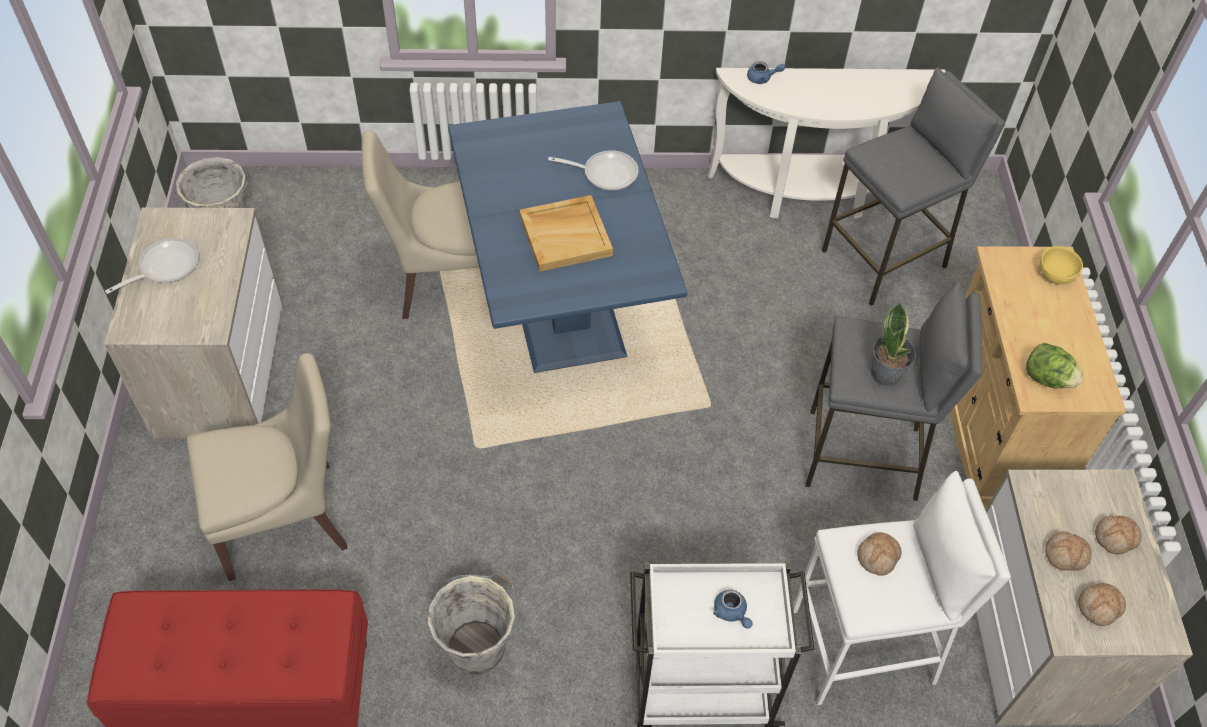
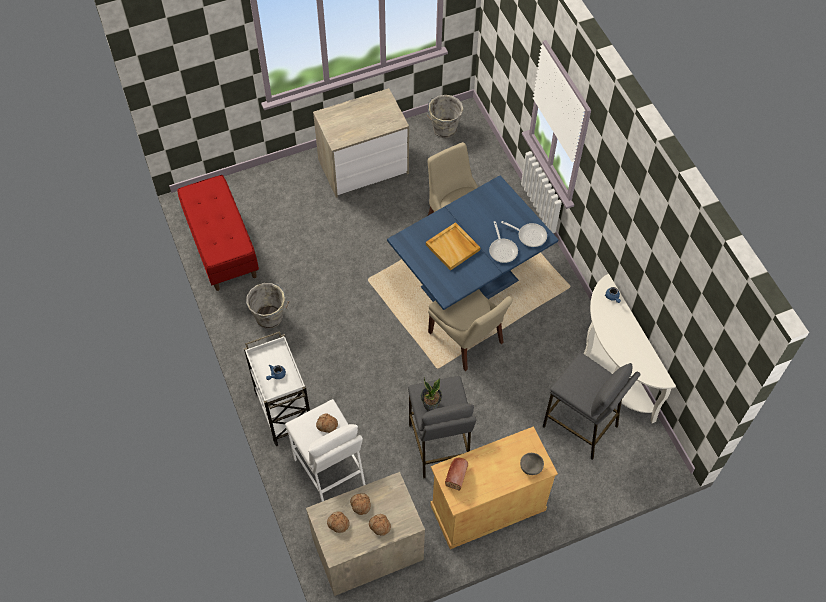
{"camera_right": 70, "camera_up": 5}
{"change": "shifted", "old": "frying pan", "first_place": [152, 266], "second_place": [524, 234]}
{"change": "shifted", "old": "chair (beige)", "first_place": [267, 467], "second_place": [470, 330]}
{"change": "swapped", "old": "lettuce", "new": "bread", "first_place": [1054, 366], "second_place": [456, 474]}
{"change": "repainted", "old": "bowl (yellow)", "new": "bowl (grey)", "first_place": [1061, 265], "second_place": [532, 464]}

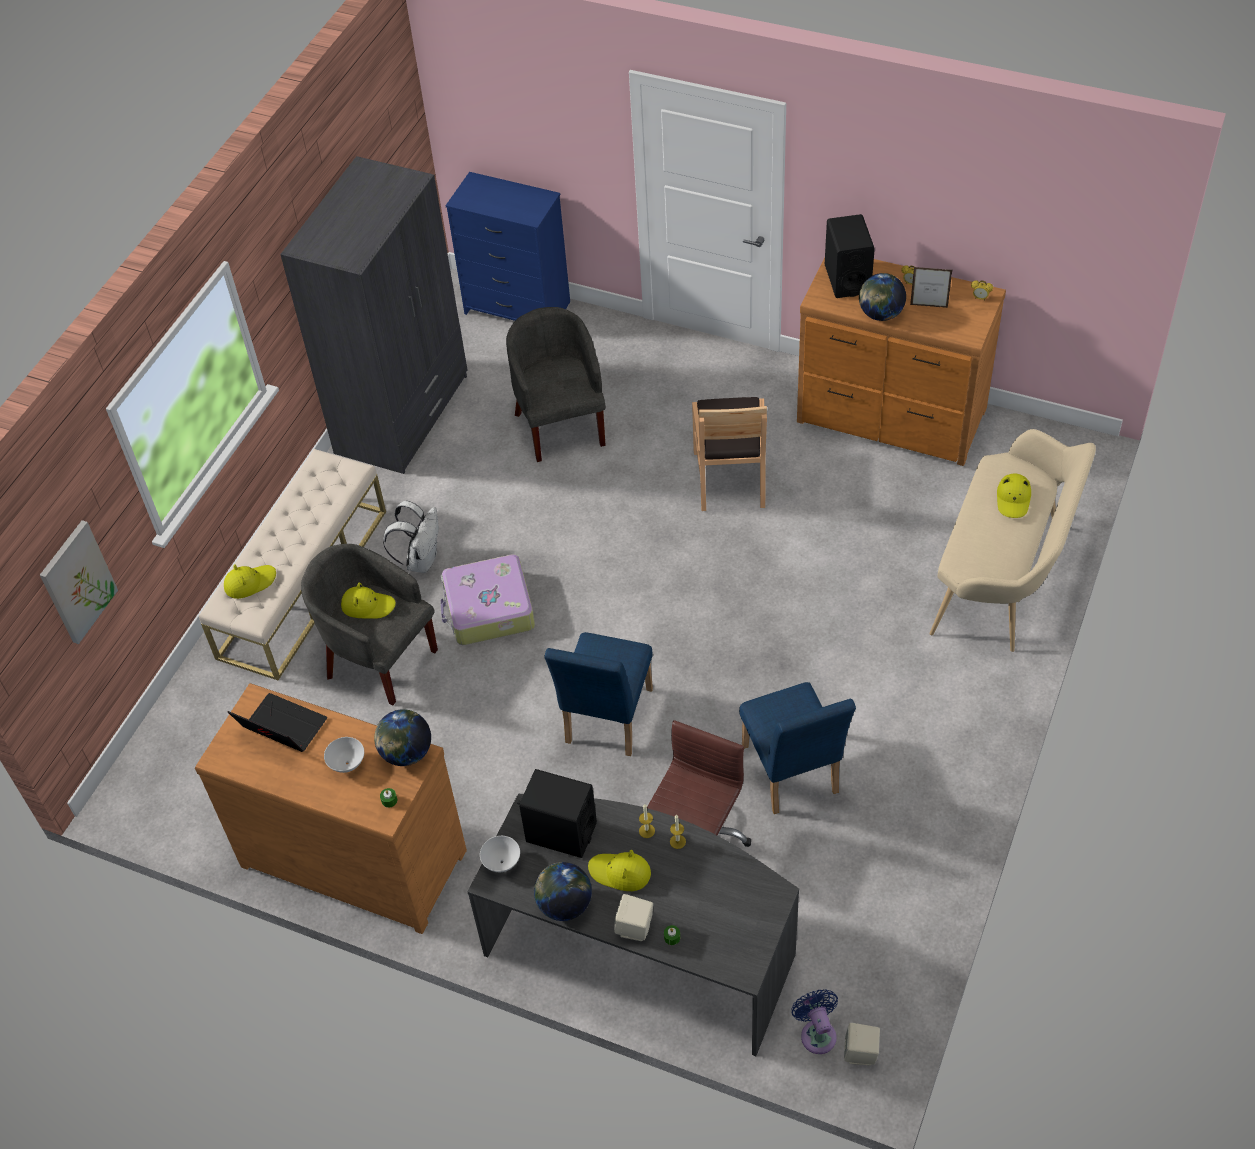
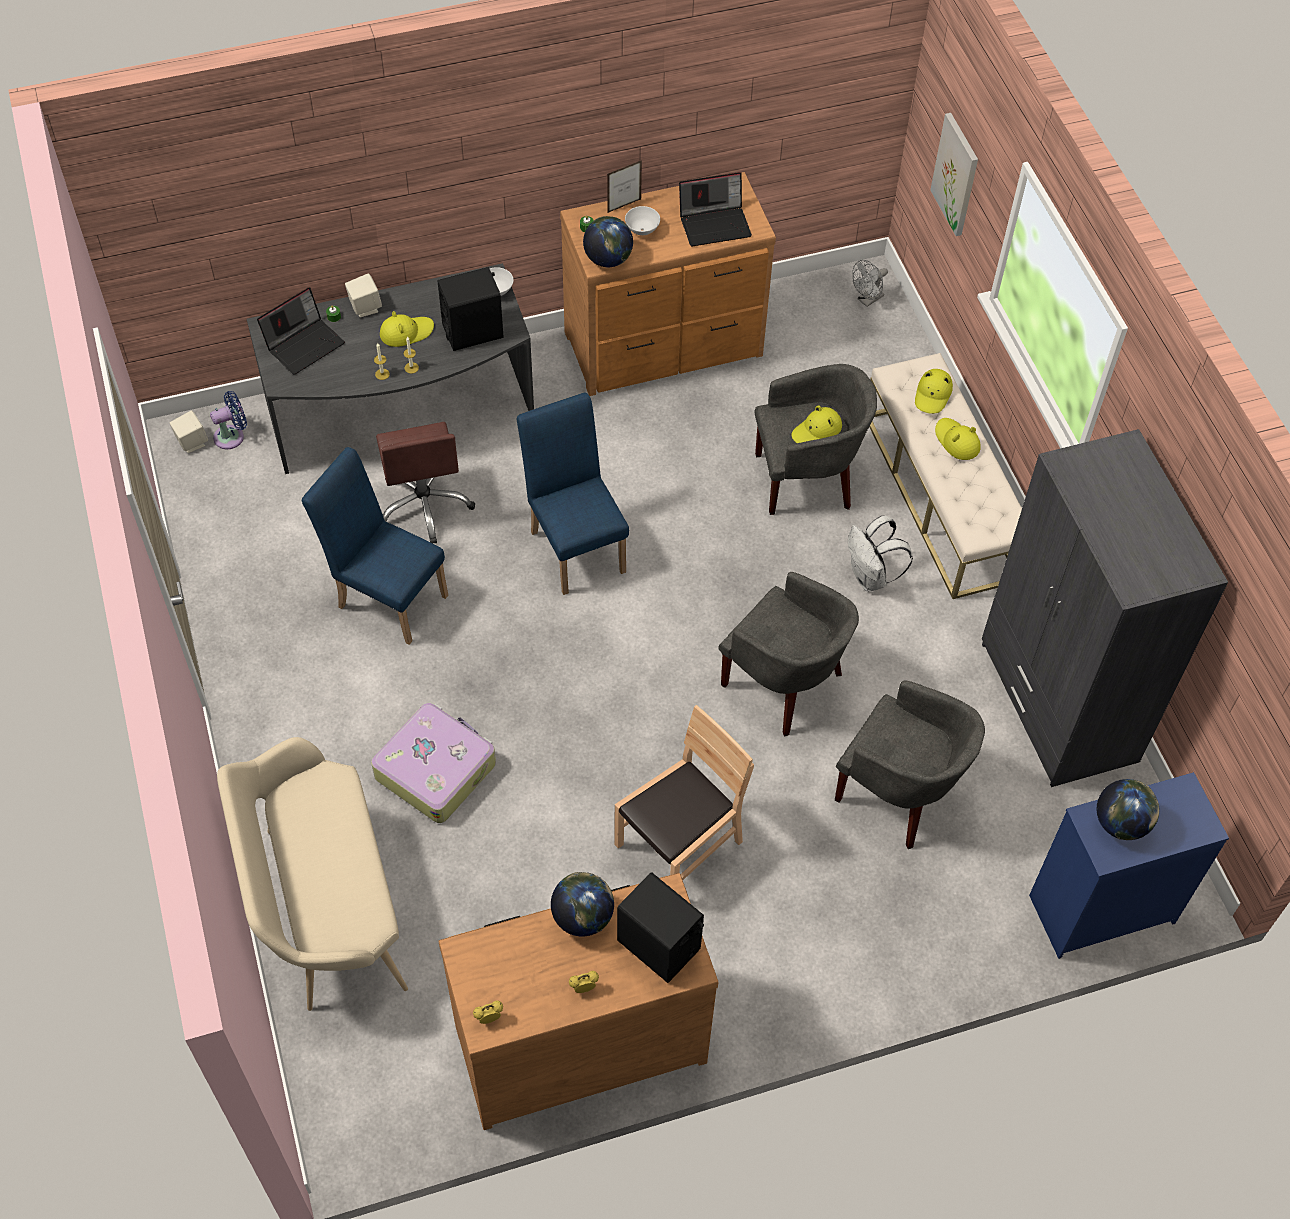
{"camera_right": 135, "camera_up": 5}
{"change": "shifted", "old": "suitcase", "first_place": [487, 599], "second_place": [433, 763]}
{"change": "shifted", "old": "globe", "first_place": [563, 891], "second_place": [1128, 809]}
{"change": "rotated", "old": "chair (brown)", "first_place": [729, 454], "second_place": [684, 792], "degrees": 90}
{"change": "rotated", "old": "fan (blue)", "first_place": [814, 1021], "second_place": [228, 420], "degrees": -60}
{"change": "shifted", "old": "picture frame", "first_place": [931, 287], "second_place": [624, 186]}
{"change": "shifted", "old": "hat (yellow)", "first_place": [1014, 496], "second_place": [957, 439]}
{"change": "new", "new": "laptop", "second_place": [301, 331]}
{"change": "new", "new": "armchair (grey)", "second_place": [788, 654]}
{"change": "new", "new": "fan (grey)", "second_place": [870, 283]}

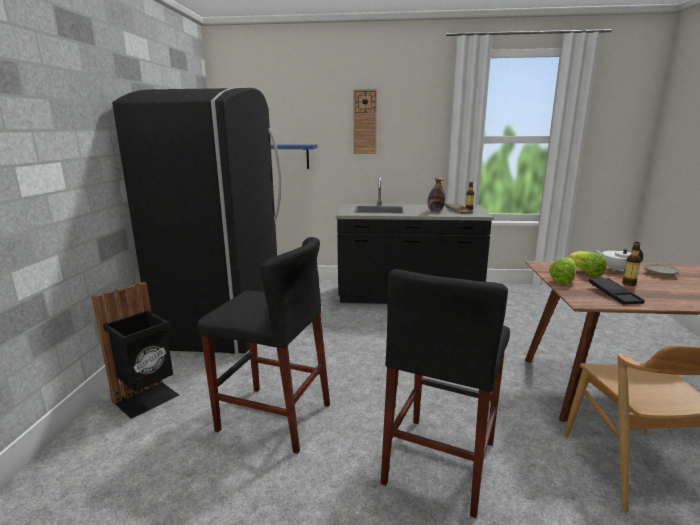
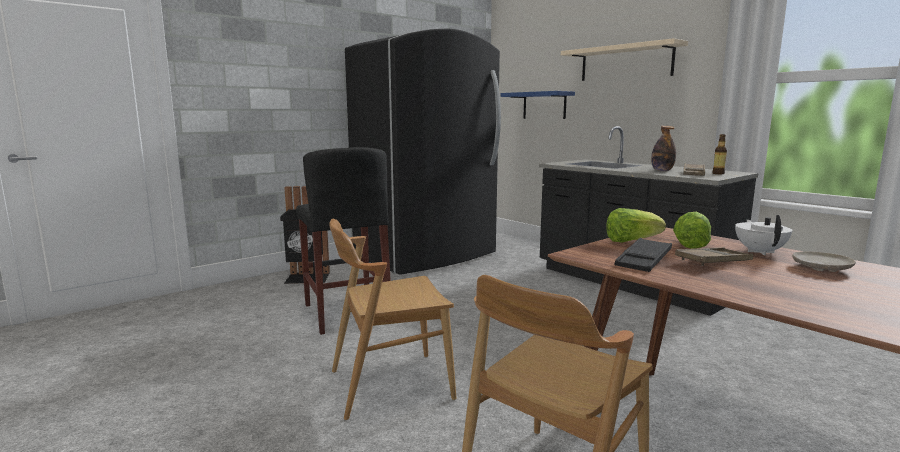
{"camera_right": 45, "camera_up": -5}
{"change": "swapped", "old": "wall clock", "new": "shelf (beige)", "first_place": [365, 121], "second_place": [624, 59]}
{"change": "swapped", "old": "stool (black)", "new": "chair (brown)", "first_place": [445, 393], "second_place": [392, 319]}
{"change": "swapped", "old": "bottle", "new": "tray (brown)", "first_place": [631, 264], "second_place": [714, 256]}

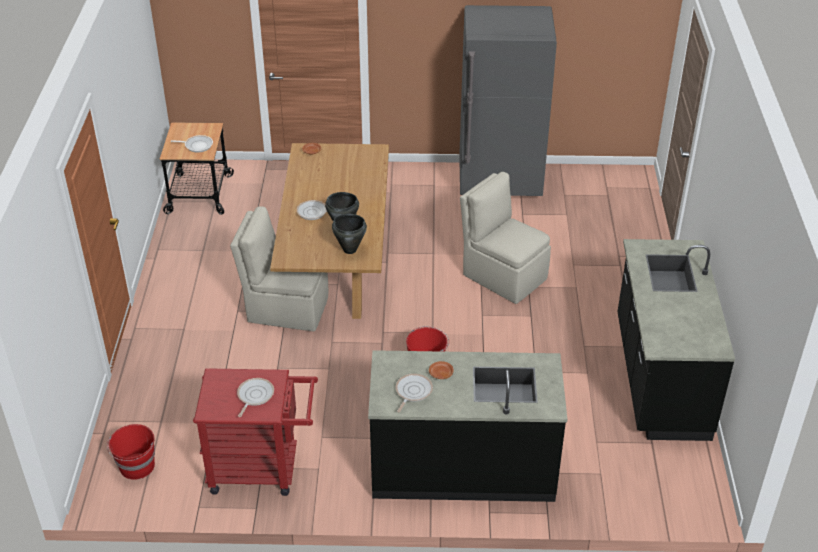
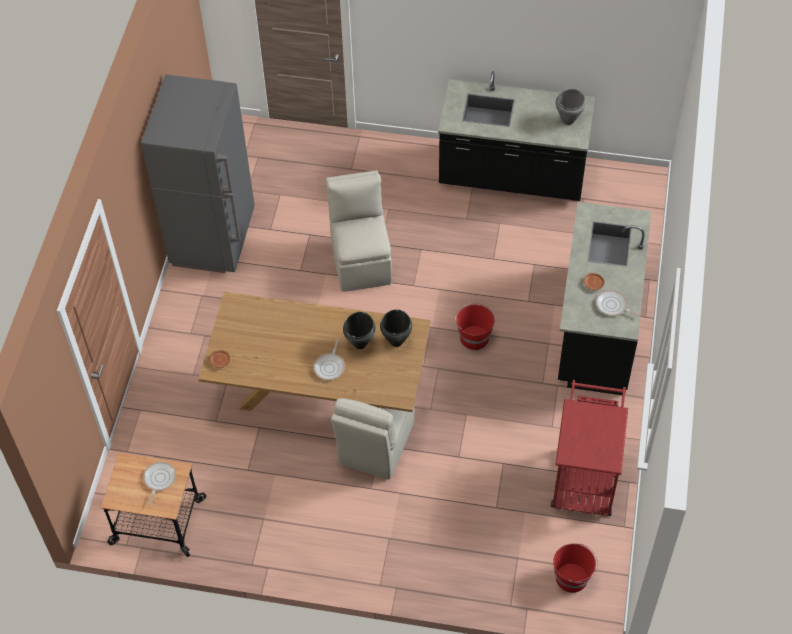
{"camera_right": -80, "camera_up": 15}
{"change": "gone", "old": "frying pan", "first_place": [255, 397]}
{"change": "rotated", "old": "chair (beige)", "first_place": [505, 238], "second_place": [359, 231], "degrees": 120}
{"change": "new", "new": "cooking pot (grey)", "second_place": [570, 107]}

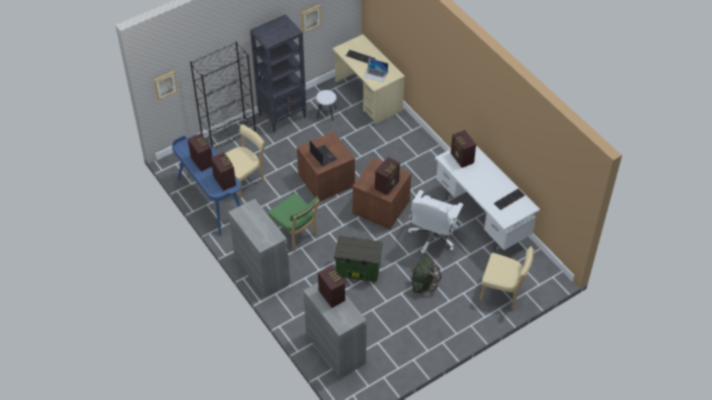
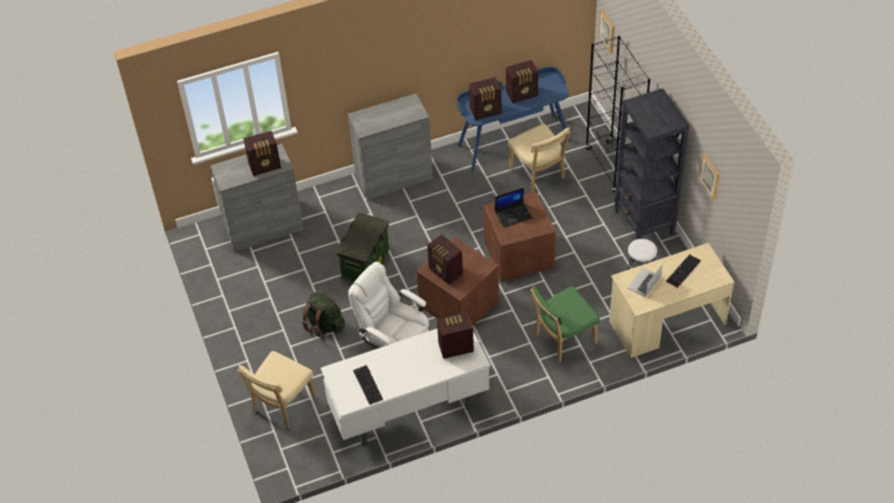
{"camera_right": 105, "camera_up": 0}
{"change": "shifted", "old": "chair (green)", "first_place": [293, 222], "second_place": [565, 324]}

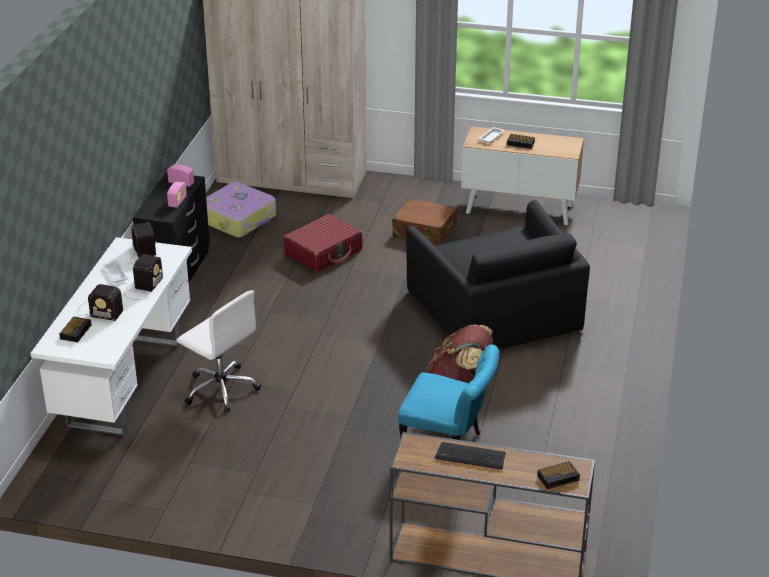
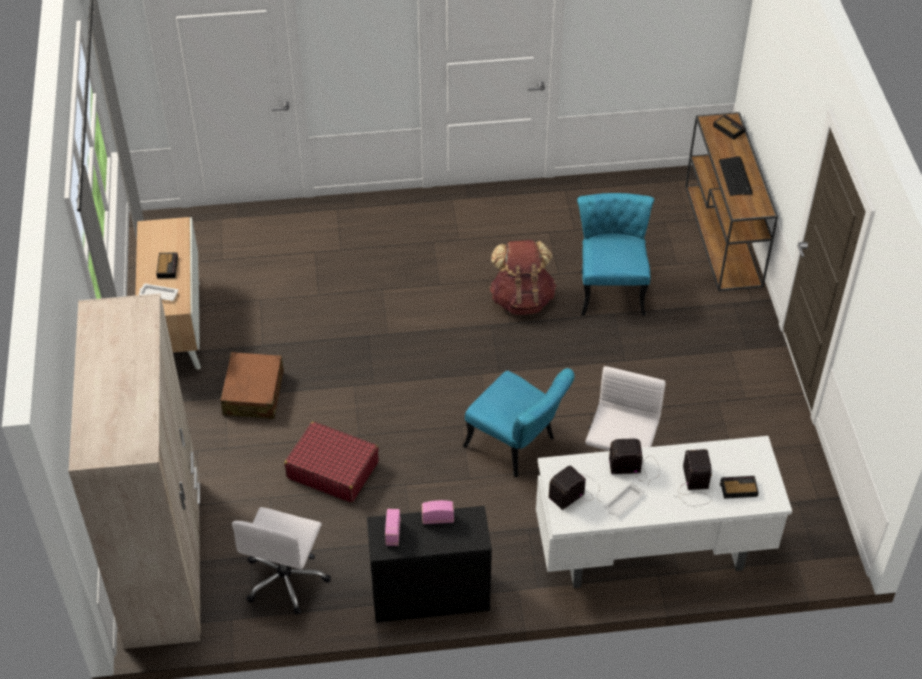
{"camera_right": -110, "camera_up": 15}
{"change": "swapped", "old": "suitcase", "new": "office chair (white)", "first_place": [241, 209], "second_place": [281, 561]}
{"change": "gone", "old": "armchair (black)", "first_place": [498, 274]}
{"change": "new", "new": "chair (turquoise)", "second_place": [518, 422]}

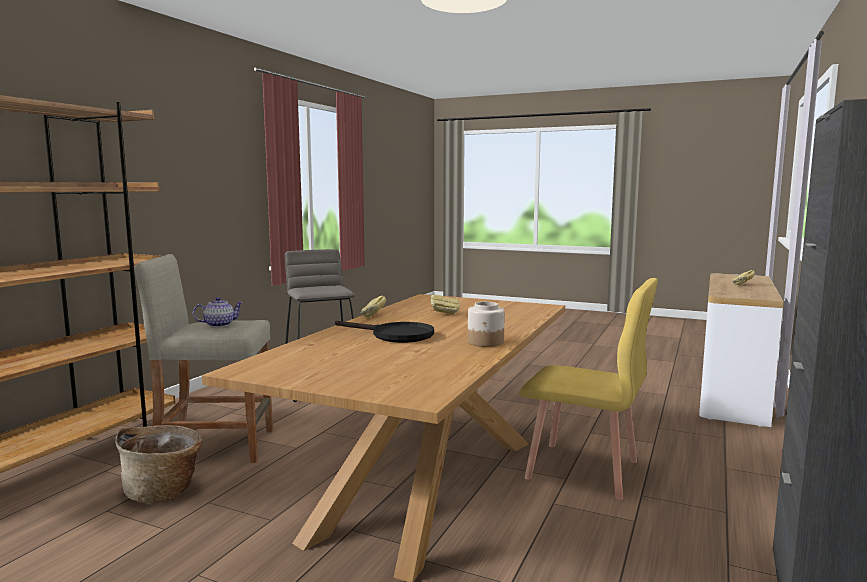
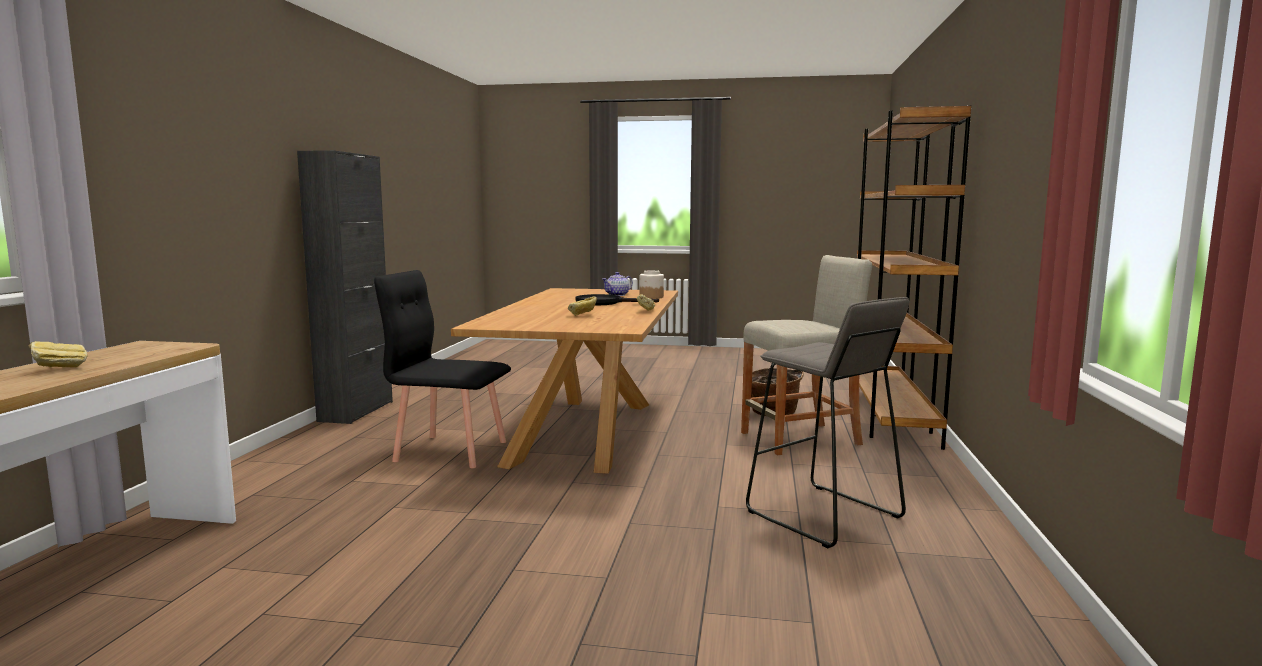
{"camera_right": 165, "camera_up": 0}
{"change": "shifted", "old": "teapot", "first_place": [218, 312], "second_place": [617, 284]}
{"change": "shifted", "old": "jar", "first_place": [486, 324], "second_place": [651, 284]}
{"change": "repainted", "old": "chair (yellow)", "new": "chair (black)", "first_place": [588, 389], "second_place": [442, 369]}

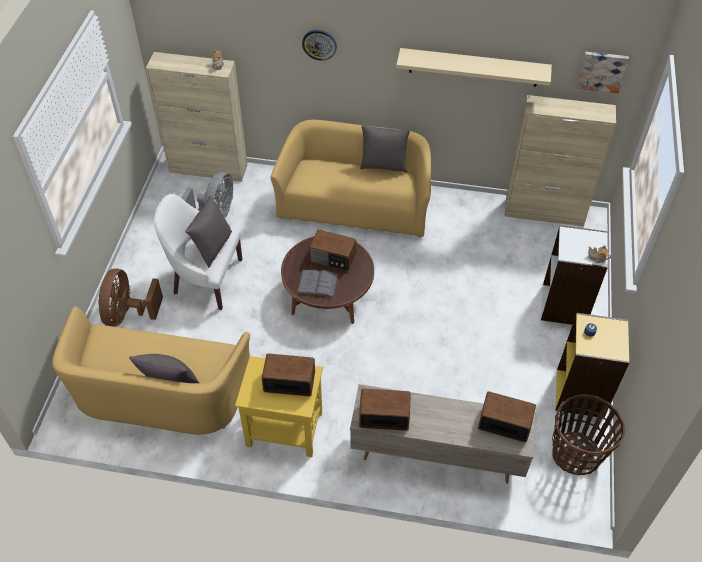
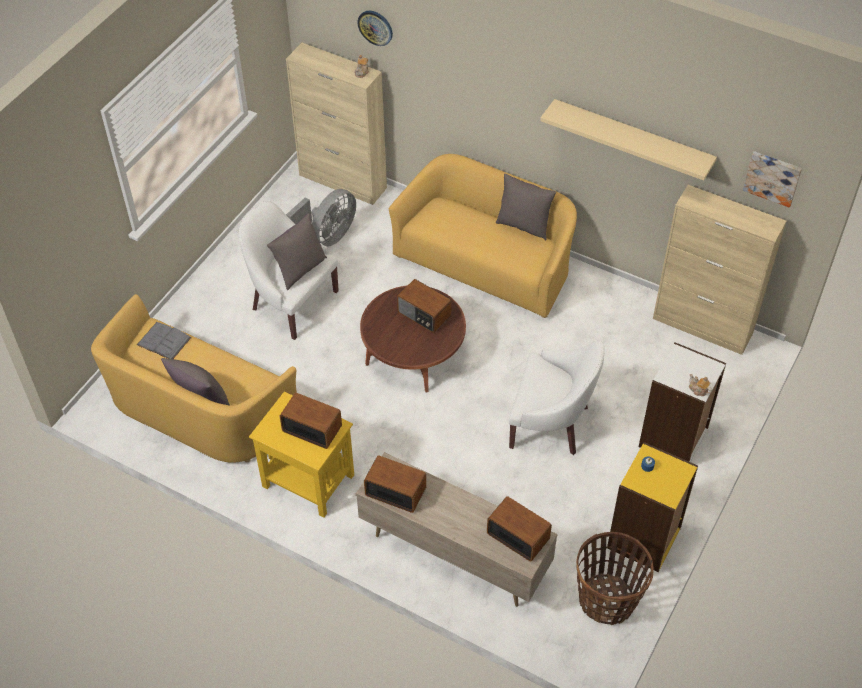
{"camera_right": 20, "camera_up": 0}
{"change": "gone", "old": "fan (brown)", "first_place": [130, 298]}
{"change": "shifted", "old": "book (grey)", "first_place": [318, 284], "second_place": [164, 340]}
{"change": "shifted", "old": "wall clock", "first_place": [319, 45], "second_place": [375, 28]}
{"change": "new", "new": "armchair (white)", "second_place": [556, 397]}

